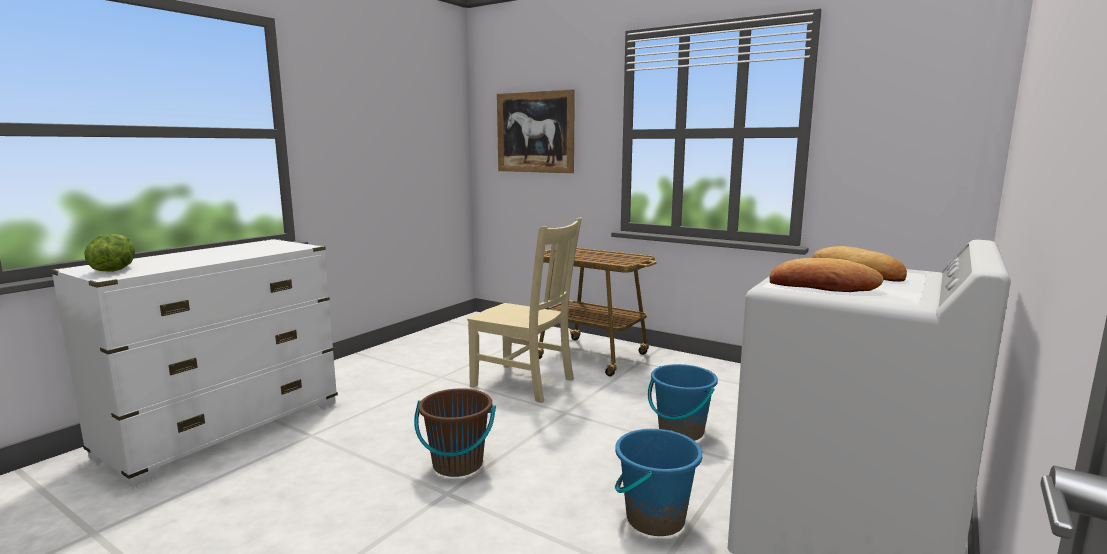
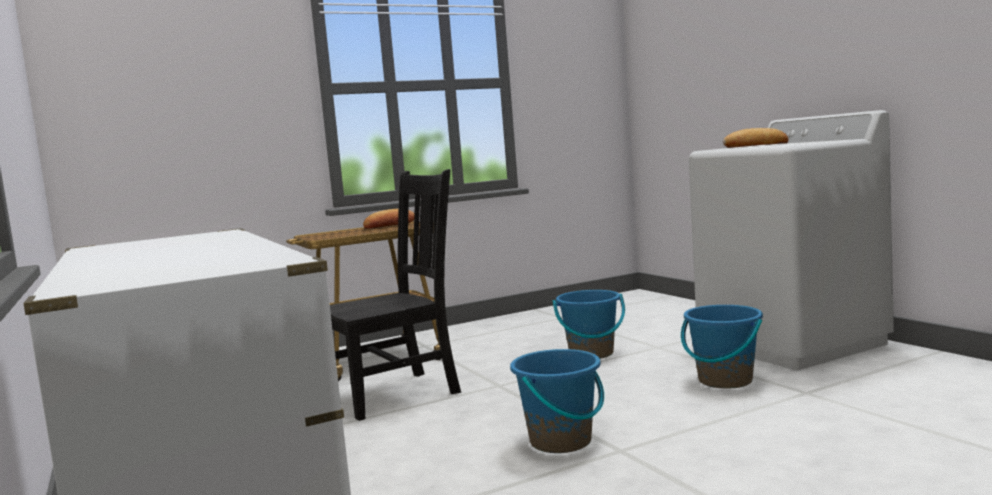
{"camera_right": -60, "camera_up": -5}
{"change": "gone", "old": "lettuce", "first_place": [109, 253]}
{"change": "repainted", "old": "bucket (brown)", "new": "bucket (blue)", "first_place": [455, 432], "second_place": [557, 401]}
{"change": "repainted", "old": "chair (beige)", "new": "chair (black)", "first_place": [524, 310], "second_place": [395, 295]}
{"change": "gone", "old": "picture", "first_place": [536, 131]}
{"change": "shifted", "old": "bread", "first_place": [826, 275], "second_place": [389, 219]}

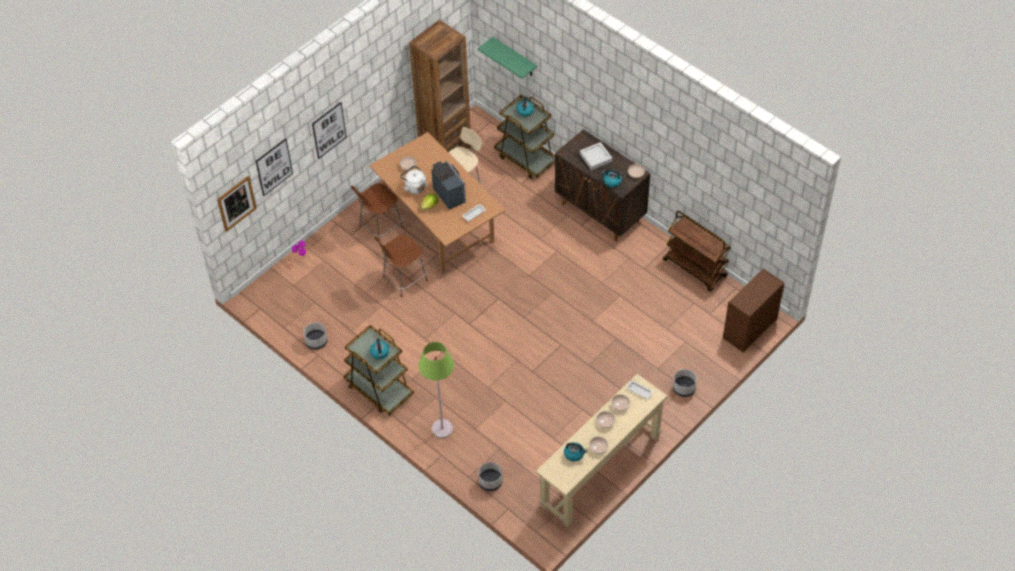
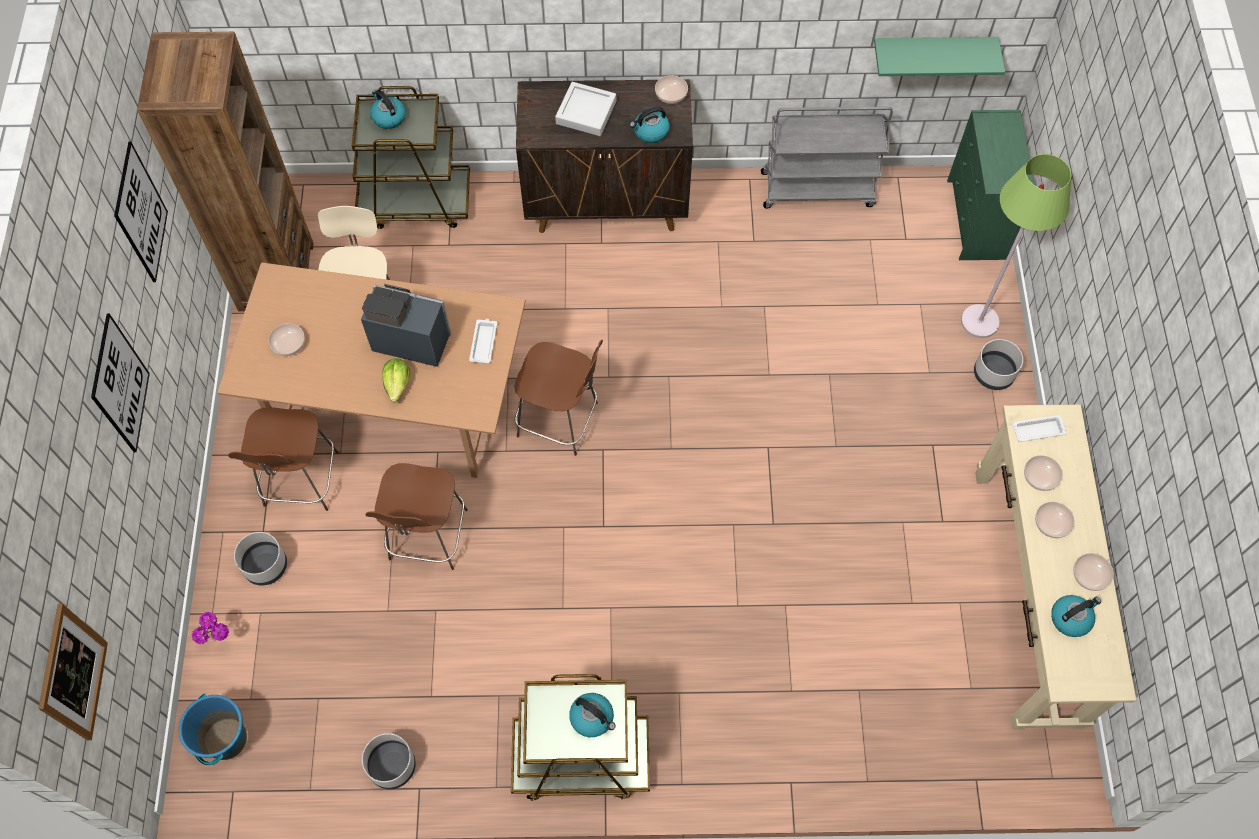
{"camera_right": -45, "camera_up": 10}
{"change": "shifted", "old": "picture", "first_place": [274, 167], "second_place": [141, 211]}
{"change": "gone", "old": "kettle (white)", "first_place": [413, 180]}
{"change": "shifted", "old": "floor lamp (green)", "first_place": [436, 390], "second_place": [1016, 246]}
{"change": "shifted", "old": "shelf (green)", "first_place": [507, 58], "second_place": [939, 56]}
{"change": "shifted", "old": "planter (grey)", "first_place": [490, 476], "second_place": [260, 558]}
{"change": "repainted", "old": "cart (brown)", "new": "cart (grey)", "first_place": [697, 250], "second_place": [827, 158]}
{"change": "repainted", "old": "dresser (brown)", "new": "dresser (green)", "first_place": [753, 311], "second_place": [990, 185]}
{"change": "new", "new": "bucket (blue)", "second_place": [213, 729]}
{"change": "new", "new": "chair (brown)", "second_place": [559, 398]}

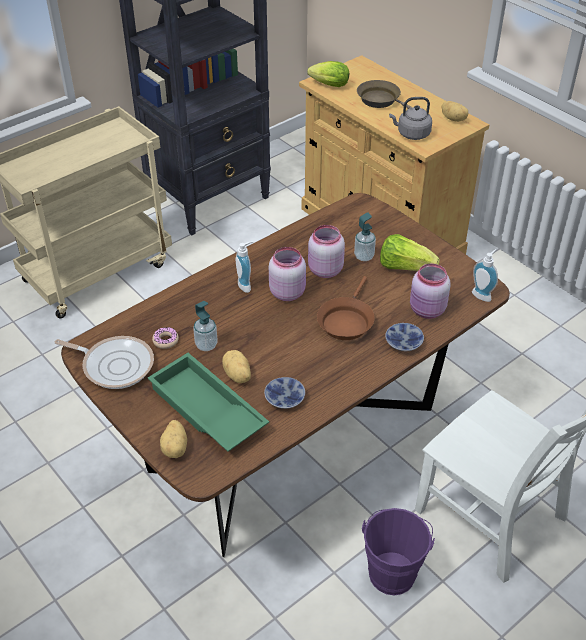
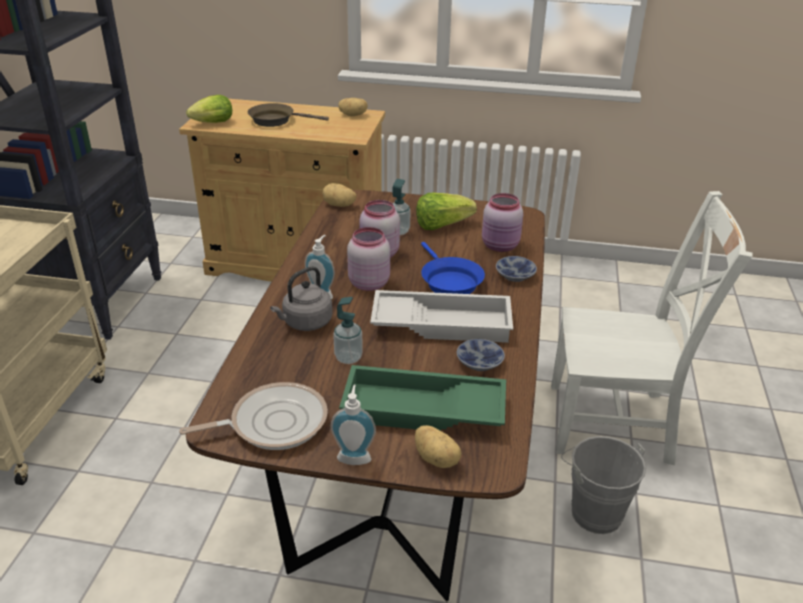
{"camera_right": -40, "camera_up": -10}
{"change": "gone", "old": "donut", "first_place": [165, 338]}
{"change": "shifted", "old": "potato", "first_place": [236, 366], "second_place": [339, 195]}
{"change": "repainted", "old": "frying pan (brown)", "new": "frying pan (blue)", "first_place": [346, 308], "second_place": [453, 268]}
{"change": "repainted", "old": "bucket (purple)", "new": "bucket (grey)", "first_place": [398, 551], "second_place": [603, 485]}
{"change": "shifted", "old": "kettle (grey)", "first_place": [410, 118], "second_place": [301, 298]}
{"change": "shifted", "old": "soap dispenser", "first_place": [485, 275], "second_place": [353, 424]}
{"change": "new", "new": "tray (white)", "second_place": [441, 316]}

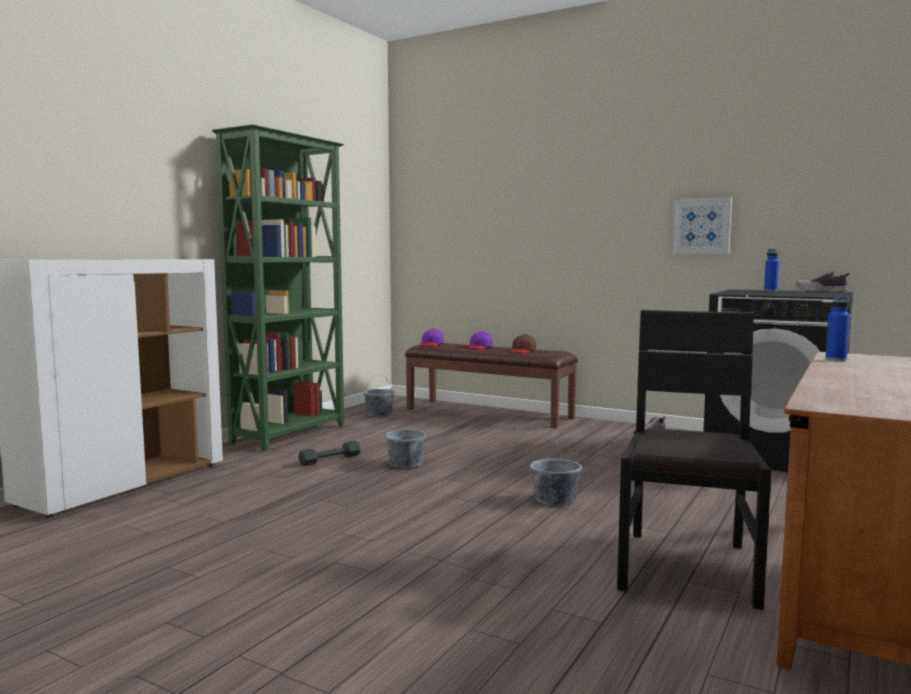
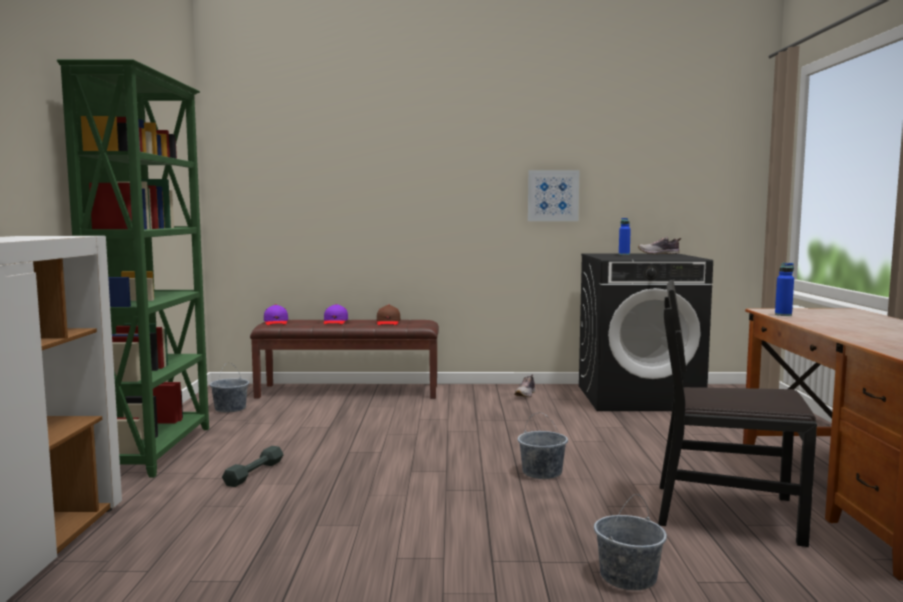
{"camera_right": -30, "camera_up": 0}
{"change": "shifted", "old": "bucket (grey)", "first_place": [405, 440], "second_place": [630, 542]}
{"change": "rotated", "old": "chair (black)", "first_place": [694, 460], "second_place": [737, 413], "degrees": -60}

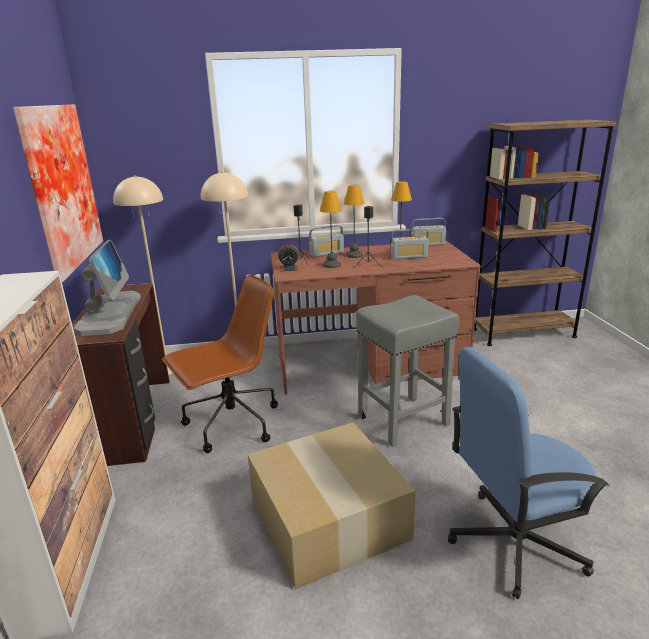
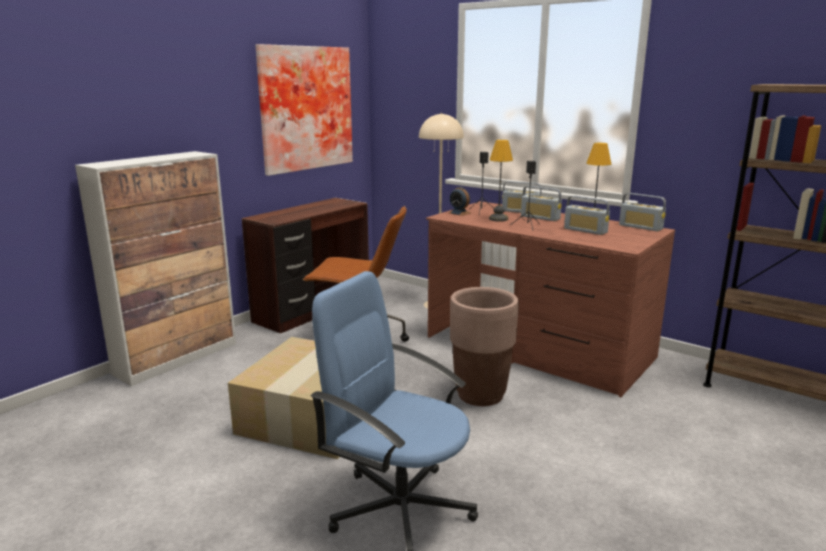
{"camera_right": 45, "camera_up": -5}
{"change": "gone", "old": "monitor", "first_place": [107, 288]}
{"change": "gone", "old": "floor lamp (beige)", "first_place": [143, 275]}
{"change": "swapped", "old": "table lamp", "new": "radio", "first_place": [354, 221], "second_place": [541, 203]}
{"change": "swapped", "old": "stool (grey)", "new": "planter (brown)", "first_place": [407, 371], "second_place": [484, 346]}

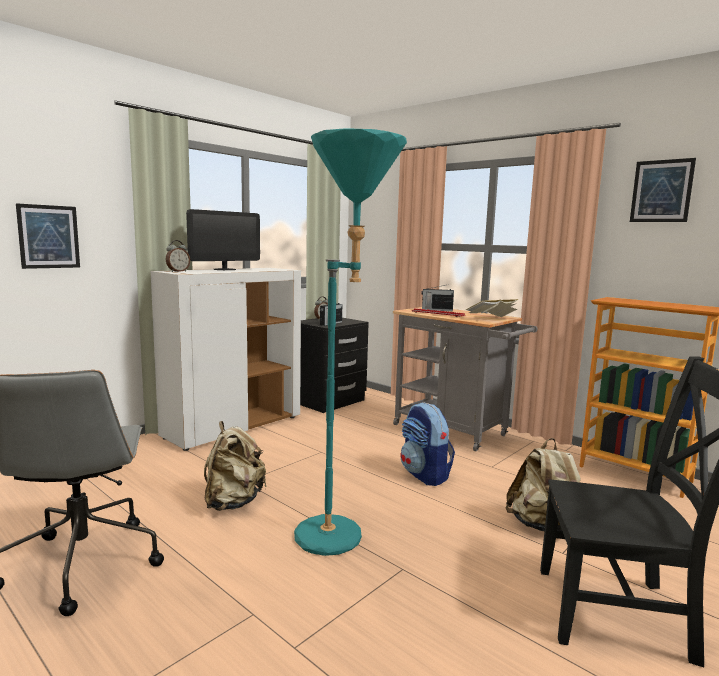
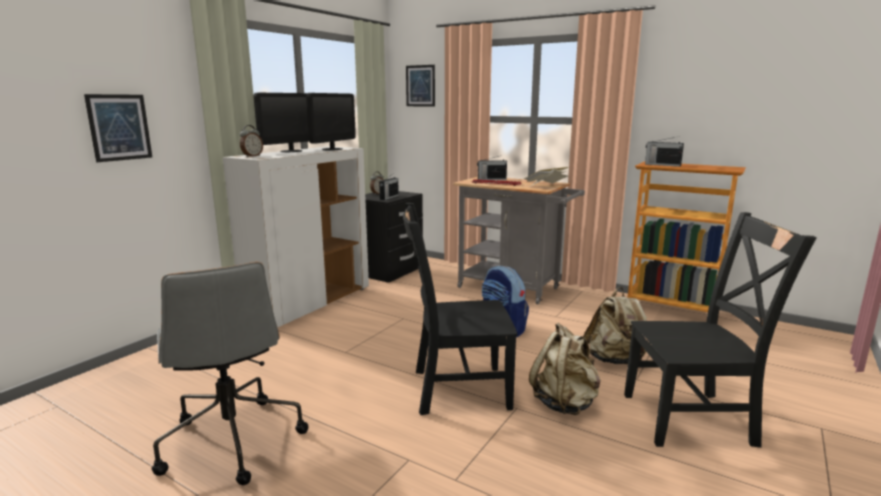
{"camera_right": -10, "camera_up": 5}
{"change": "shifted", "old": "backpack (beige)", "first_place": [235, 466], "second_place": [565, 369]}
{"change": "swapped", "old": "floor lamp (turquoise)", "new": "chair (black)", "first_place": [350, 342], "second_place": [460, 309]}
{"change": "shifted", "old": "picture", "first_place": [663, 190], "second_place": [420, 86]}
{"change": "new", "new": "monitor", "second_place": [331, 122]}
{"change": "new", "new": "radio", "second_place": [664, 152]}

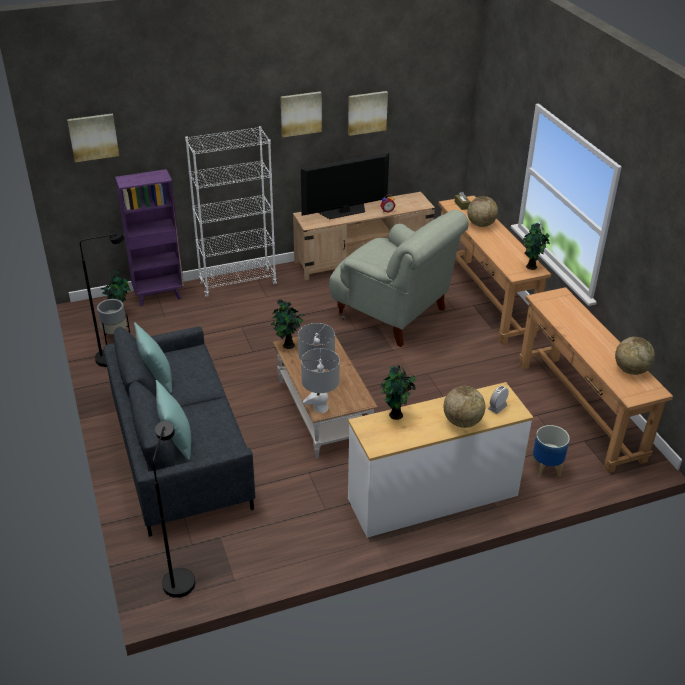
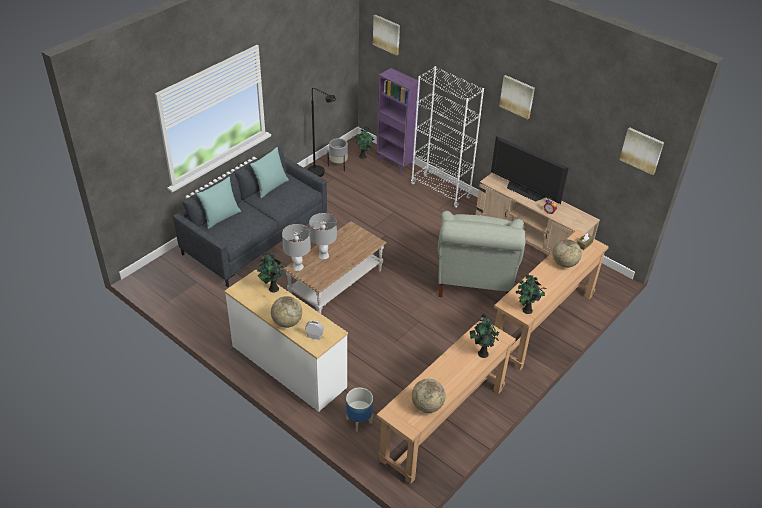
{"camera_right": 60, "camera_up": 5}
{"change": "gone", "old": "floor lamp (black)", "first_place": [174, 509]}
{"change": "shifted", "old": "potted plant", "first_place": [287, 324], "second_place": [484, 336]}
{"change": "shifted", "old": "picture", "first_place": [368, 113], "second_place": [641, 151]}

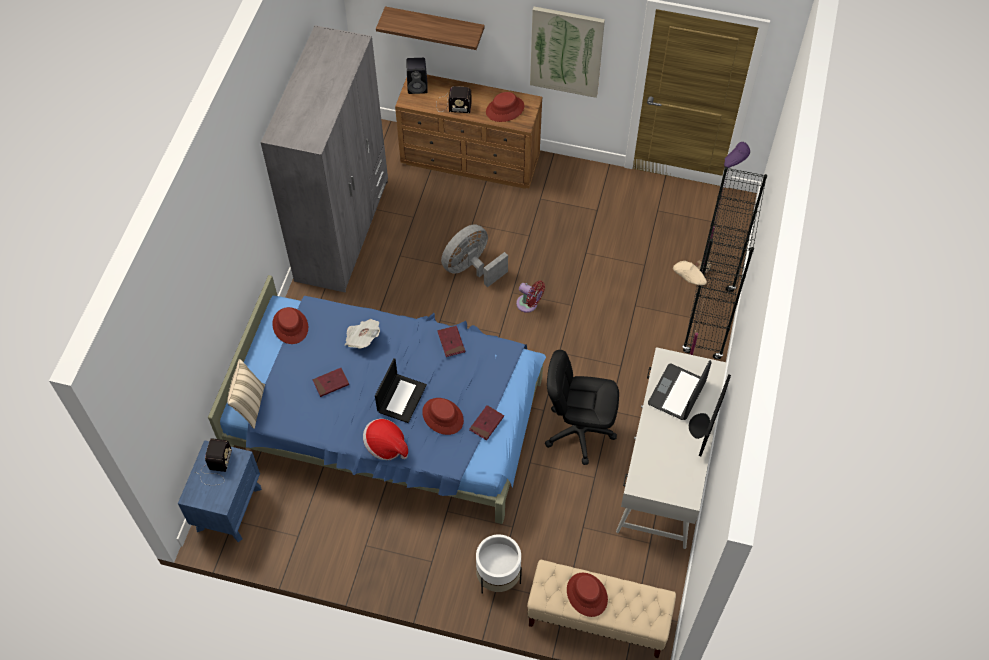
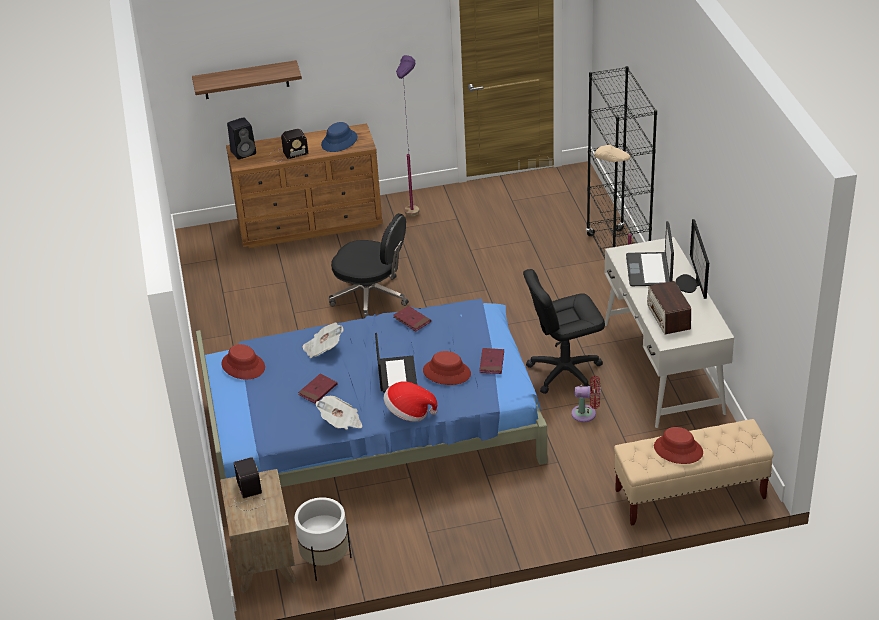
{"camera_right": -25, "camera_up": -20}
{"change": "repainted", "old": "nightstand (blue)", "new": "nightstand (brown)", "first_place": [220, 491], "second_place": [258, 531]}
{"change": "gone", "old": "pillow (beige)", "first_place": [246, 394]}
{"change": "gone", "old": "wardrobe (grey)", "first_place": [324, 159]}
{"change": "swapped", "old": "fan (grey)", "new": "office chair (black)", "first_place": [474, 255], "second_place": [369, 265]}
{"change": "shifted", "old": "planter (white)", "first_place": [499, 564], "second_place": [323, 539]}
{"change": "repainted", "old": "hat (red)", "new": "hat (blue)", "first_place": [505, 107], "second_place": [339, 137]}
{"change": "shifted", "old": "fan (red)", "first_place": [530, 297], "second_place": [585, 399]}
{"change": "gone", "old": "picture", "first_place": [567, 52]}
{"change": "shifted", "old": "floor lamp (purple)", "first_place": [723, 207], "second_place": [407, 135]}
{"change": "new", "new": "newspaper", "second_place": [339, 413]}
{"change": "new", "new": "radio", "second_place": [669, 307]}

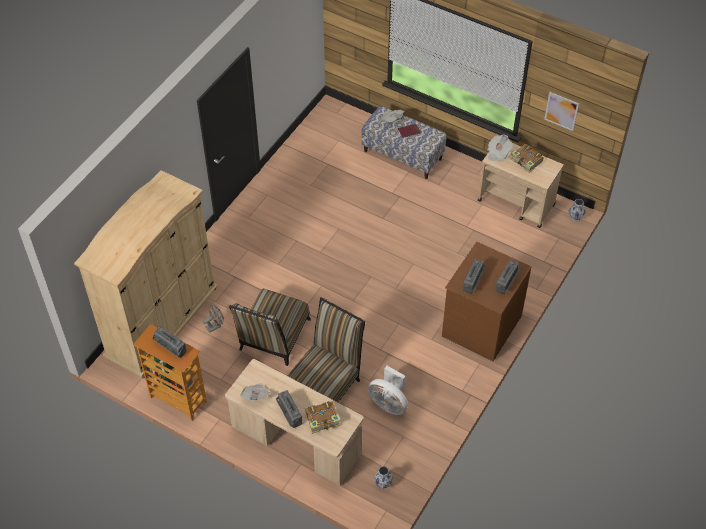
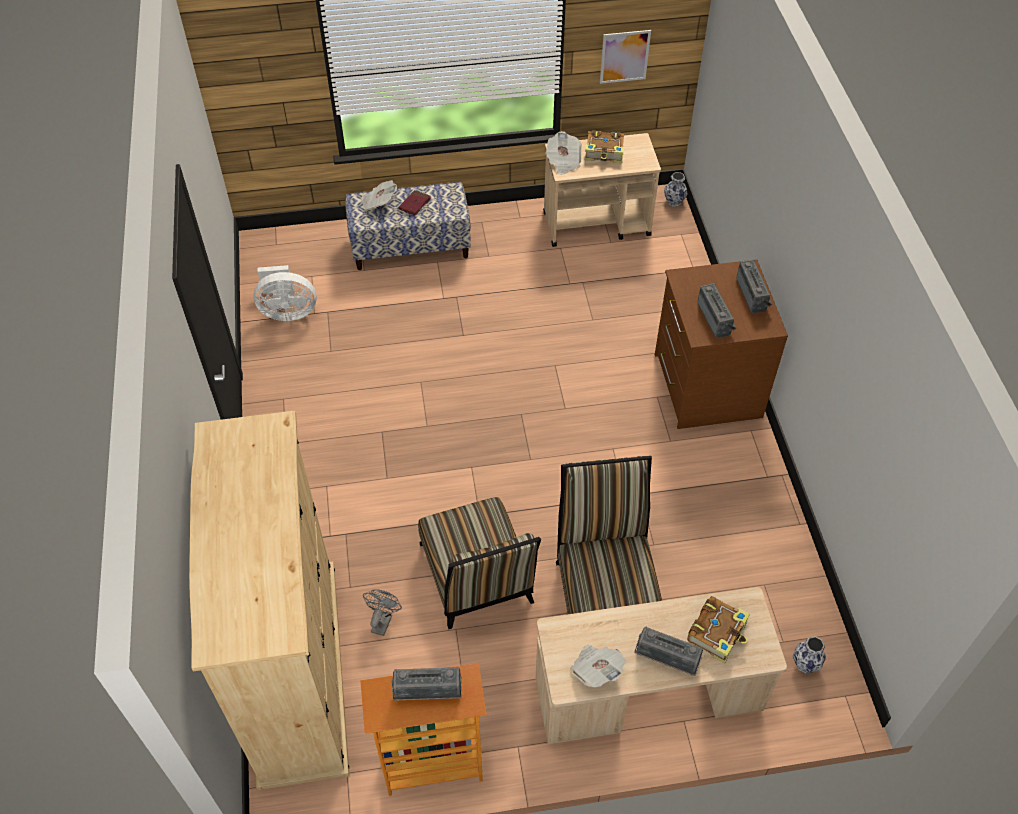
{"camera_right": -40, "camera_up": 0}
{"change": "shifted", "old": "fan (white)", "first_place": [387, 390], "second_place": [285, 293]}

